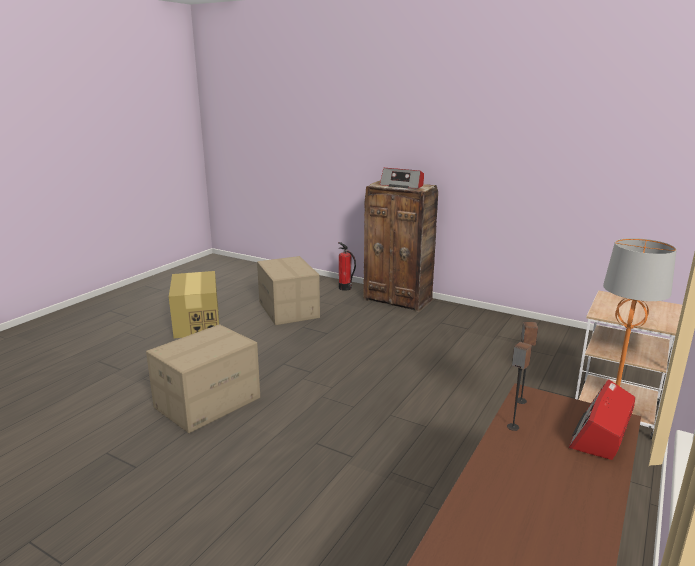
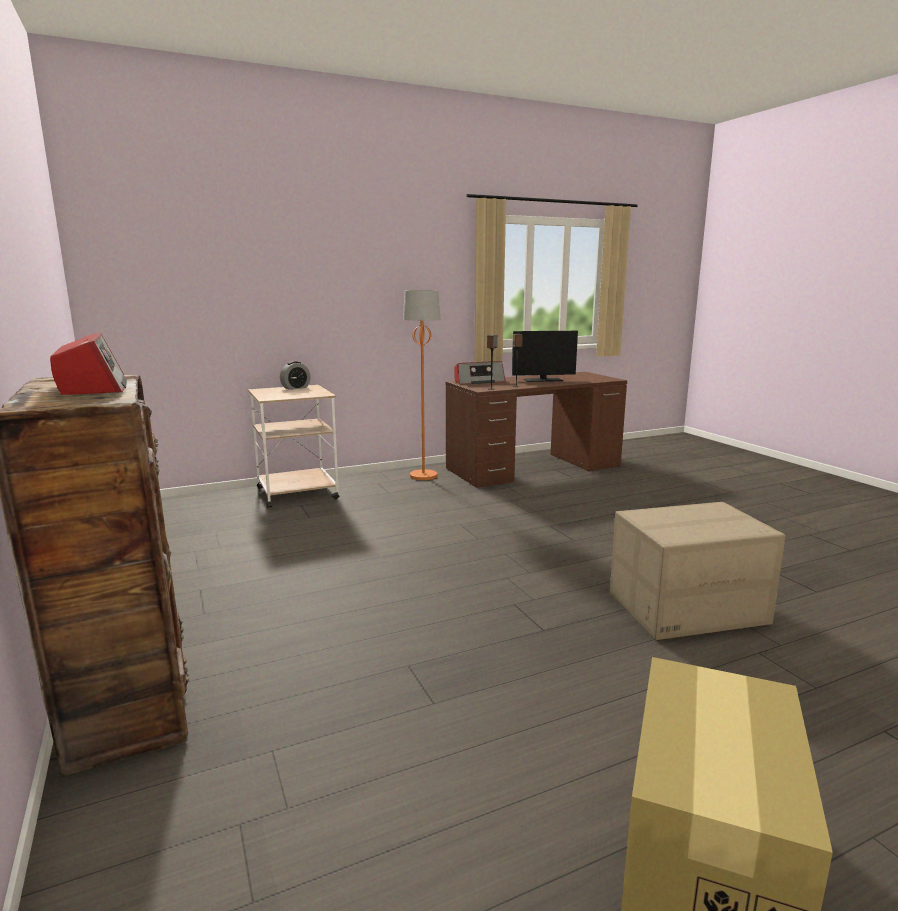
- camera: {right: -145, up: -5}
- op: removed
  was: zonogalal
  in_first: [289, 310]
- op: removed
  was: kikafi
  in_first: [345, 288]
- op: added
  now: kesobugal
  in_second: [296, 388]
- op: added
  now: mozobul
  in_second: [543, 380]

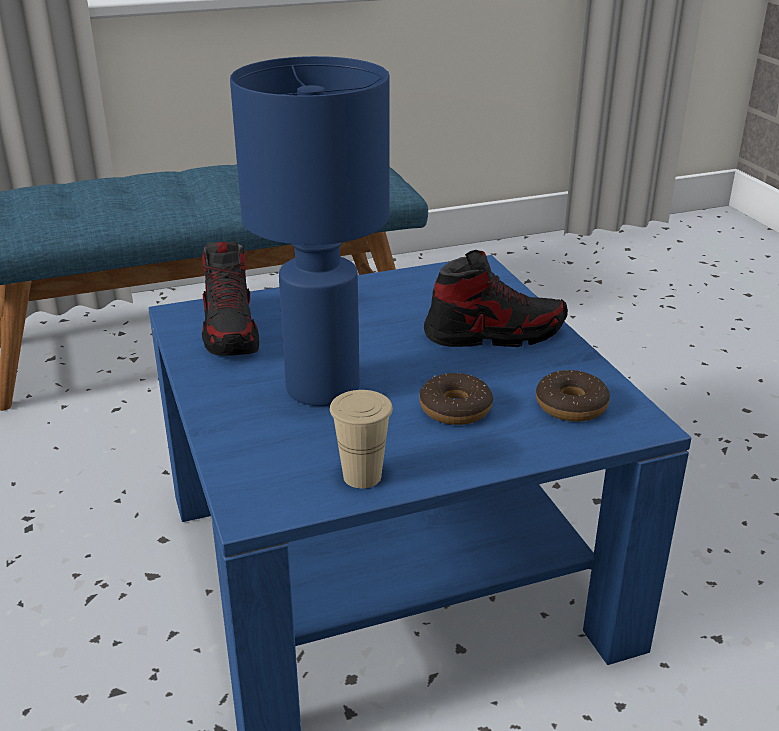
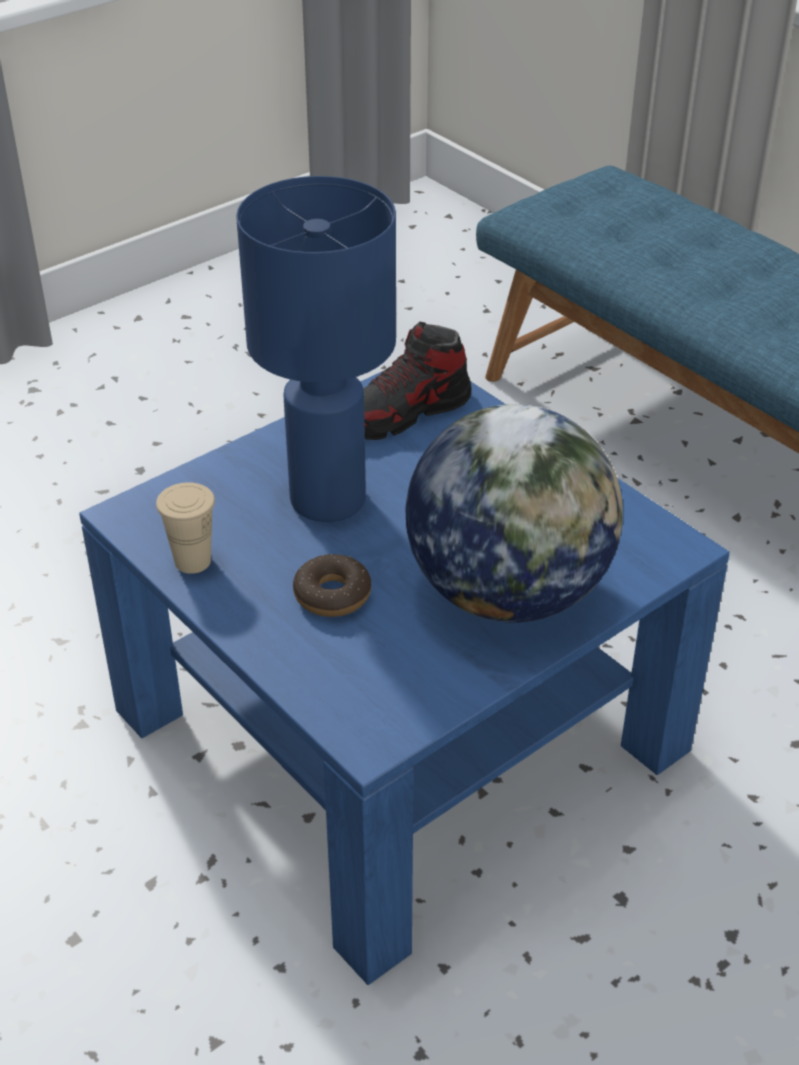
- camera: {right: 70, up: 10}
- op: replaced
  was: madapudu
  now: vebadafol
  in_first: [494, 334]
  in_second: [508, 593]
- op: removed
  was: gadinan
  in_first: [571, 406]

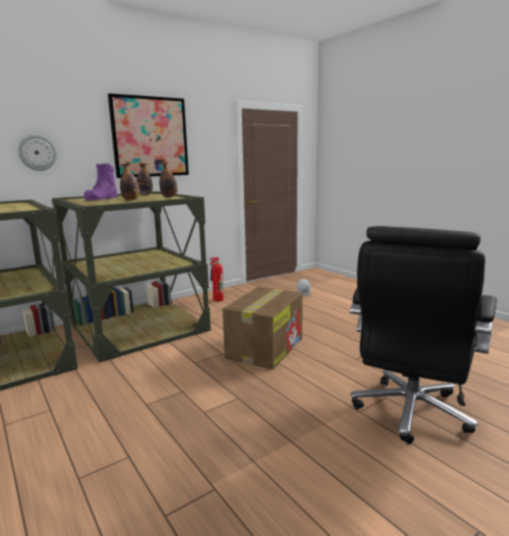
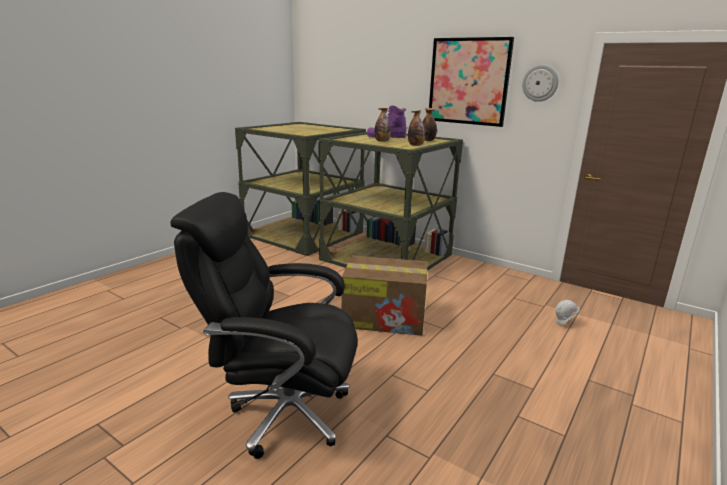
- camera: {right: 70, up: 5}
- op: moved
  was: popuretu
  in_first: [37, 152]
  in_second: [540, 83]
- op: removed
  was: kikafi
  in_first: [217, 300]

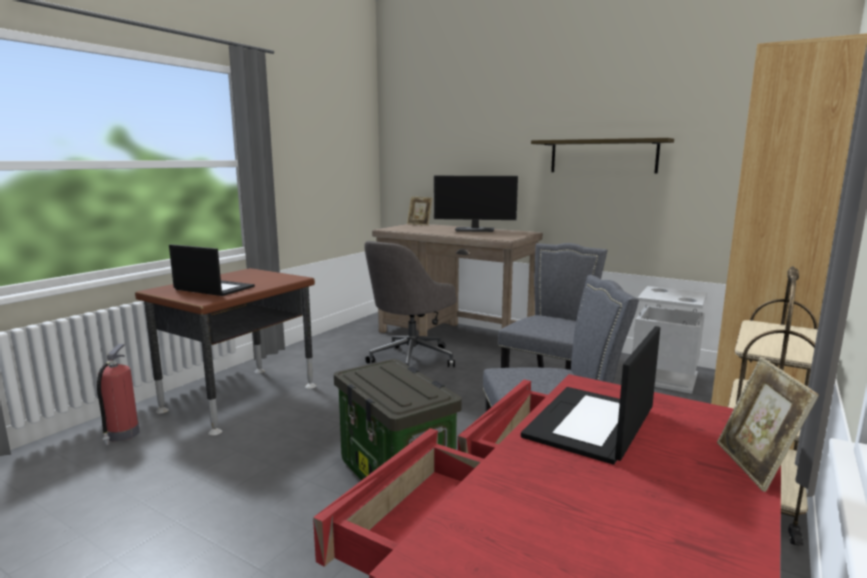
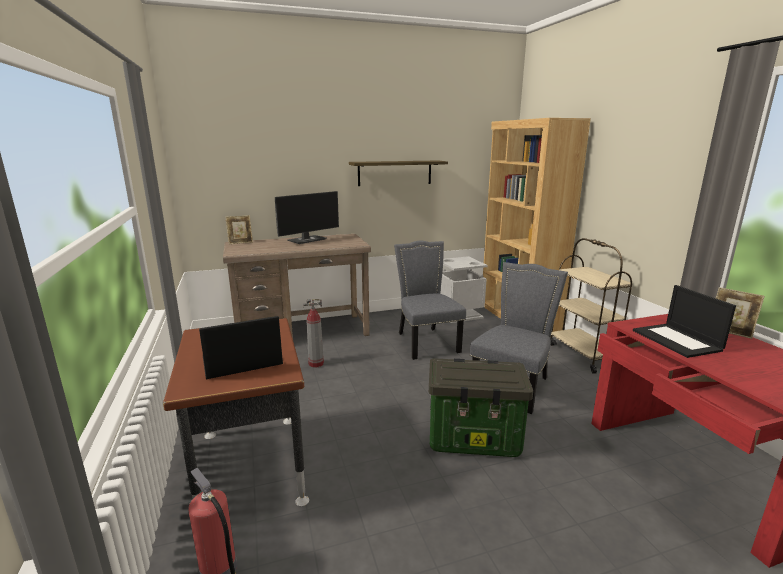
- camera: {right: -50, up: 5}
- op: replaced
  was: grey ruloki
  now: kikafi
  in_first: [412, 360]
  in_second: [316, 364]

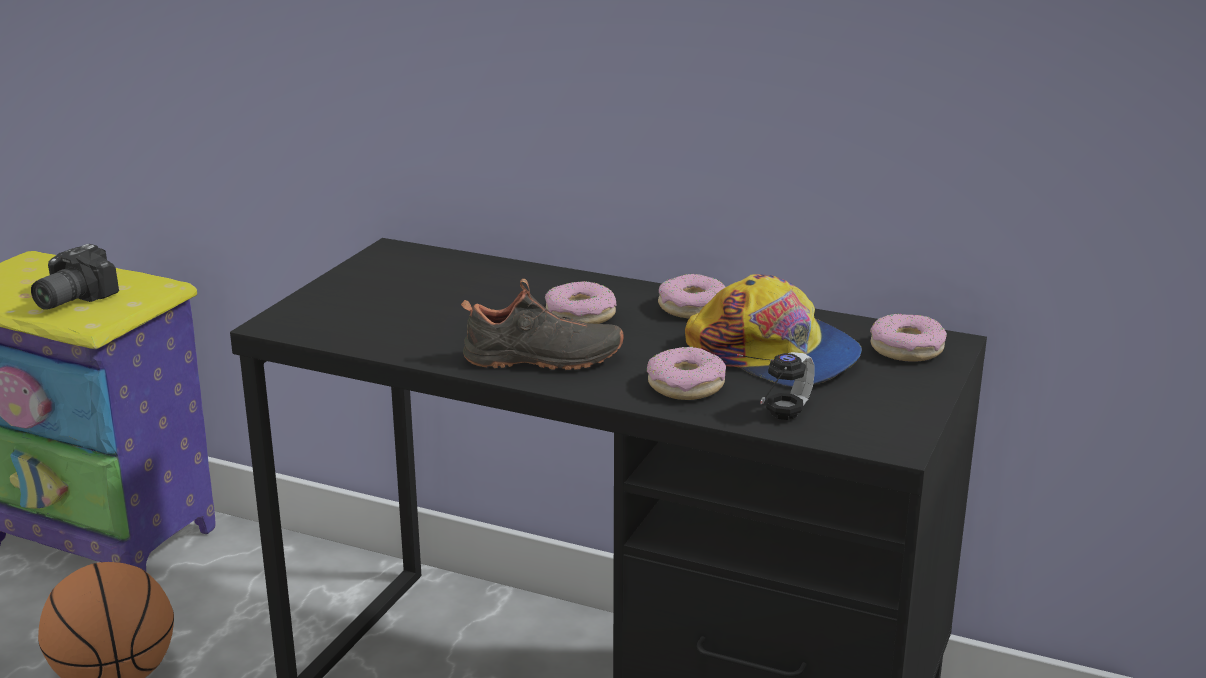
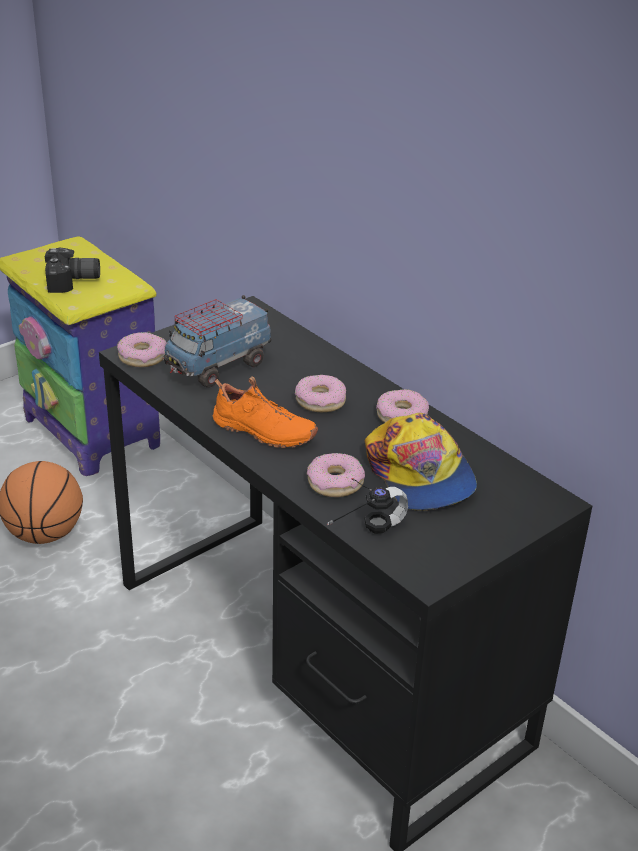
- camera: {right: 25, up: 10}
- op: turned
  was: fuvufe
  in_first: [69, 299]
  in_second: [73, 282]
  clockwise: -150
- op: recoloured
  was: black madapudu
  now: orange madapudu
  in_first: [543, 360]
  in_second: [263, 433]
- op: moved
  was: gadinan
  in_first: [906, 349]
  in_second: [142, 357]
- op: added
  now: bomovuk
  in_second: [218, 366]

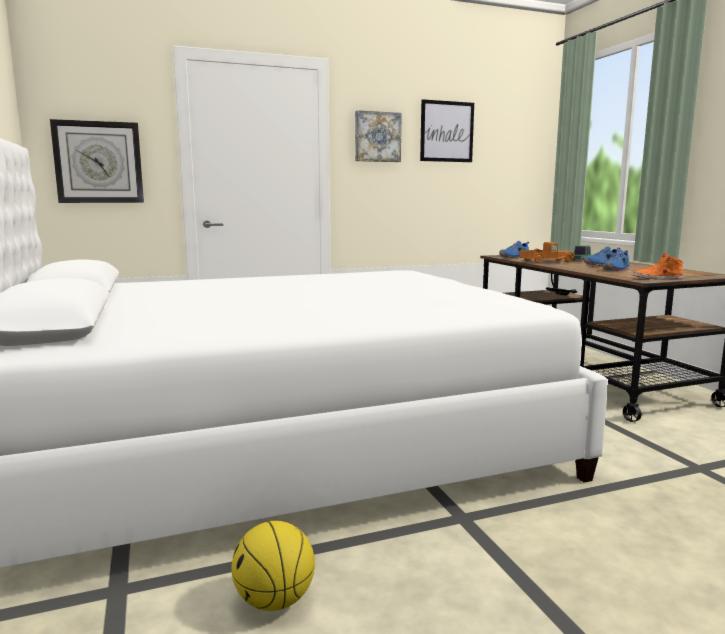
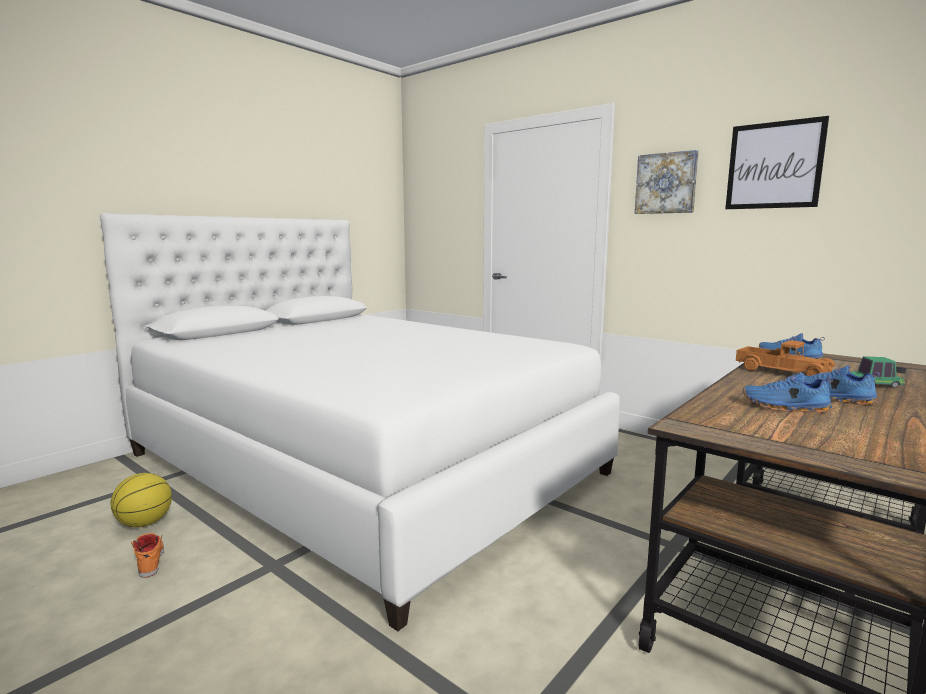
- camera: {right: 60, up: 0}
- op: removed
  was: popuretu
  in_first: [98, 162]
- op: moved
  was: orange madapudu
  in_first: [657, 278]
  in_second: [150, 560]

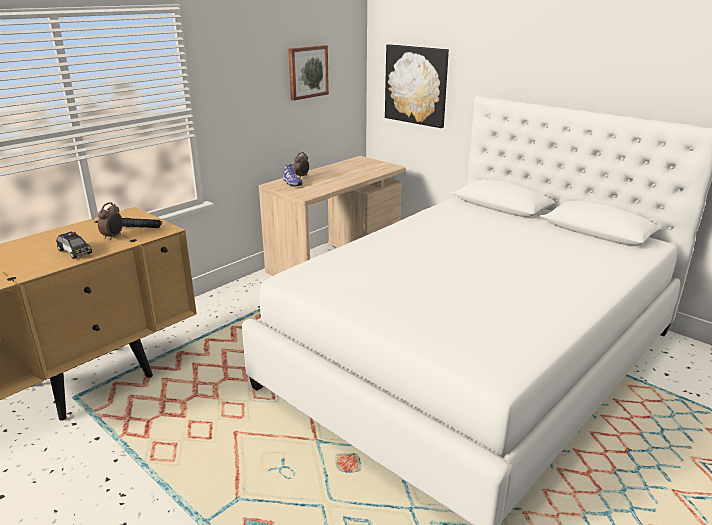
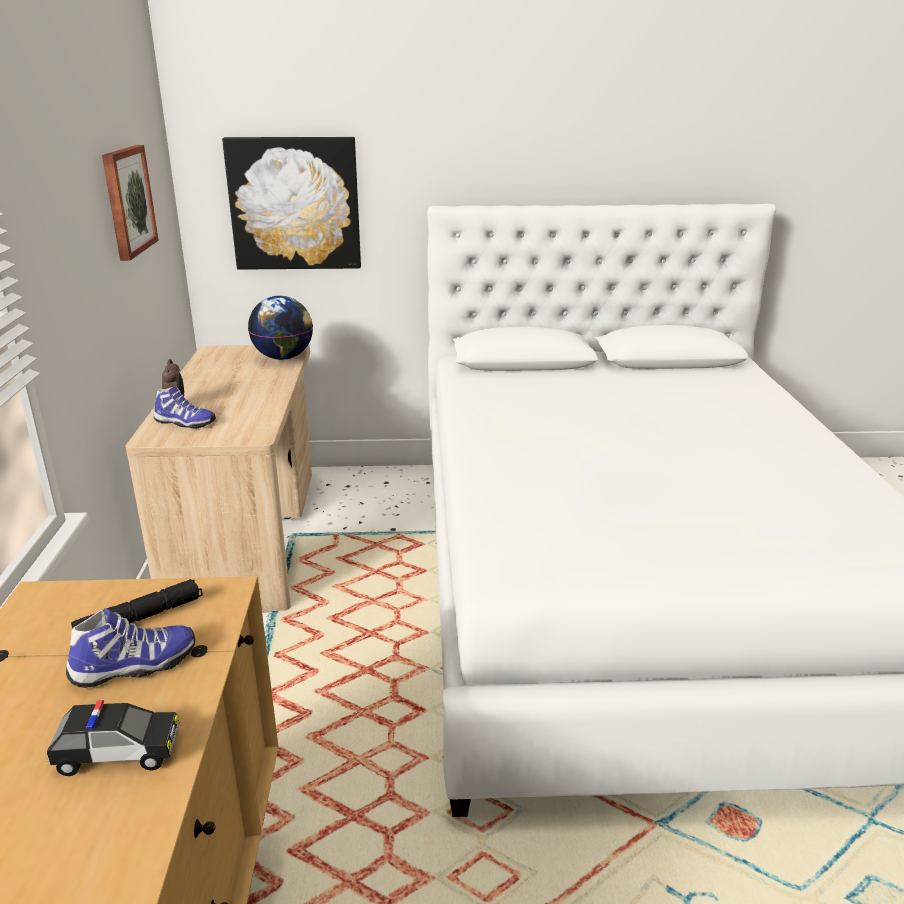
- camera: {right: -45, up: 0}
- op: replaced
  was: kesobugal
  now: madapudu
  in_first: [113, 237]
  in_second: [135, 667]
- op: added
  now: vebadafol
  in_second: [283, 358]

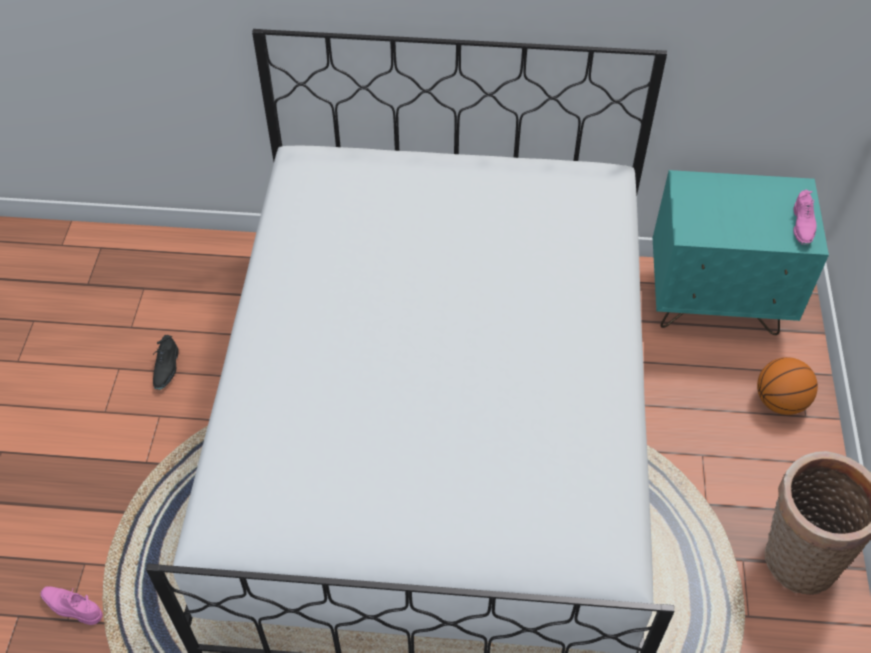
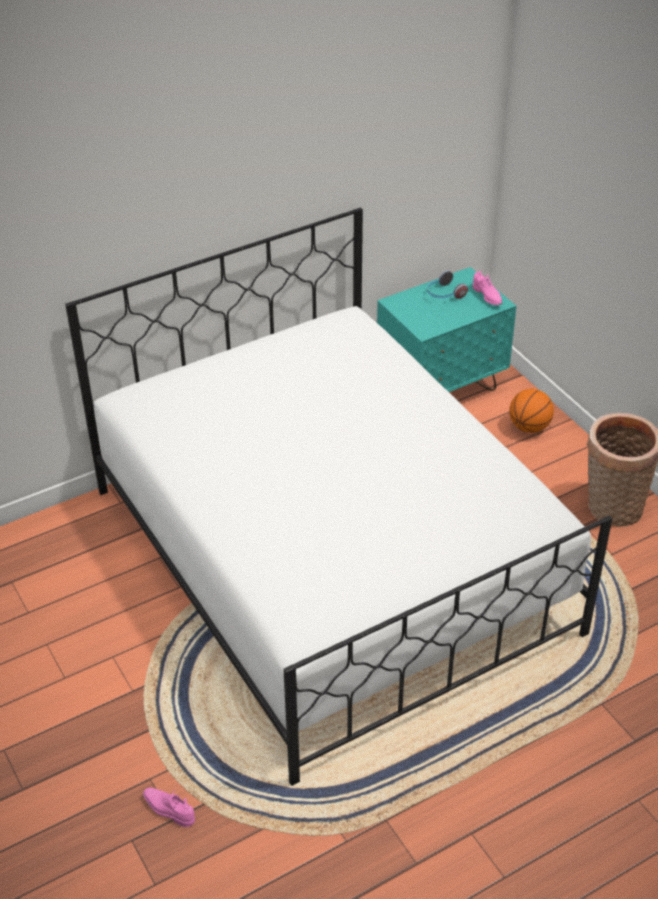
- camera: {right: -35, up: -10}
- op: turned
  was: pink madapudu
  in_first: [72, 607]
  in_second: [169, 809]
  clockwise: 45
- op: removed
  was: black madapudu
  in_first: [166, 368]
- op: added
  now: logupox
  in_second: [444, 294]

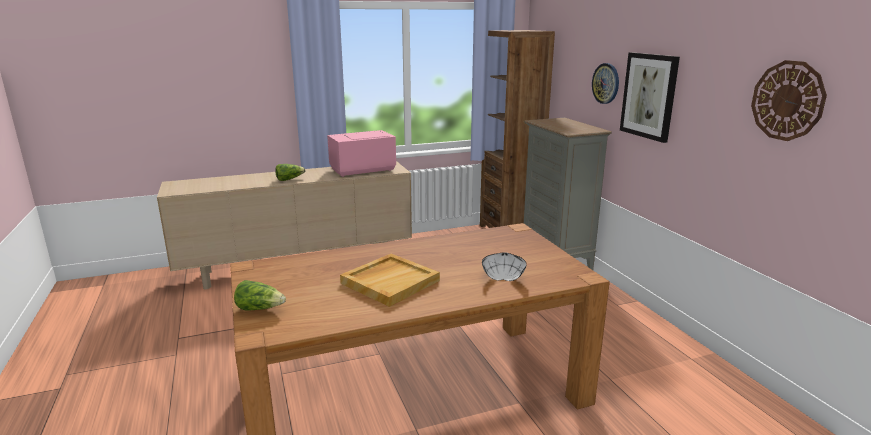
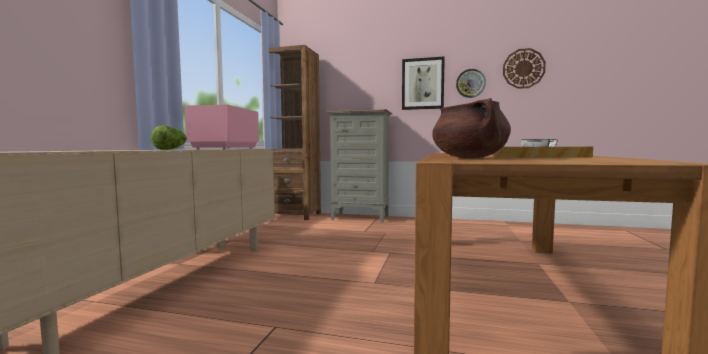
- camera: {right: -55, up: -15}
- op: removed
  was: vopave
  in_first: [260, 309]
- op: moved
  was: popuretu
  in_first: [606, 83]
  in_second: [470, 83]
- op: added
  now: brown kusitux
  in_second: [470, 158]

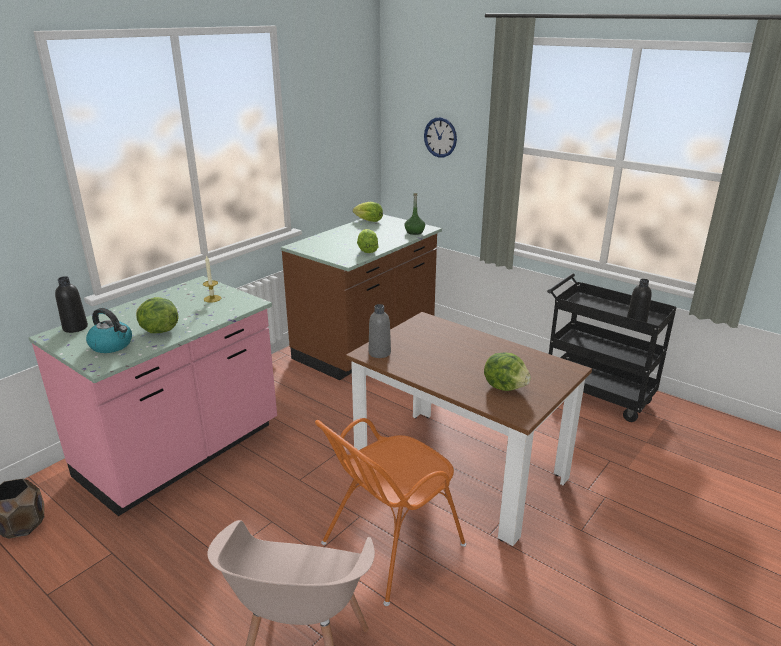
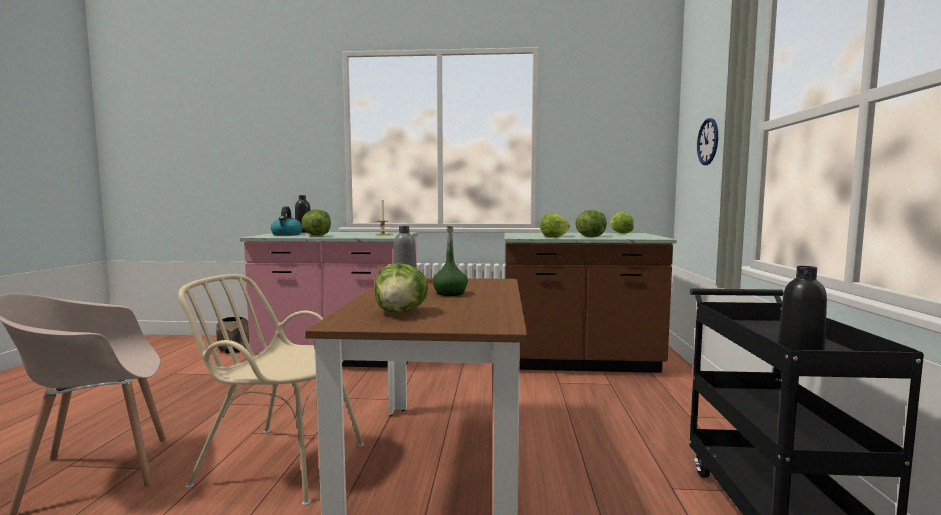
- camera: {right: 55, up: -20}
- op: recoloured
  was: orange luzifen
  now: beige luzifen
  in_first: [389, 547]
  in_second: [276, 462]
- op: moved
  was: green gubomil
  in_first: [414, 232]
  in_second: [450, 293]
- op: added
  now: vopave
  in_second: [591, 237]

